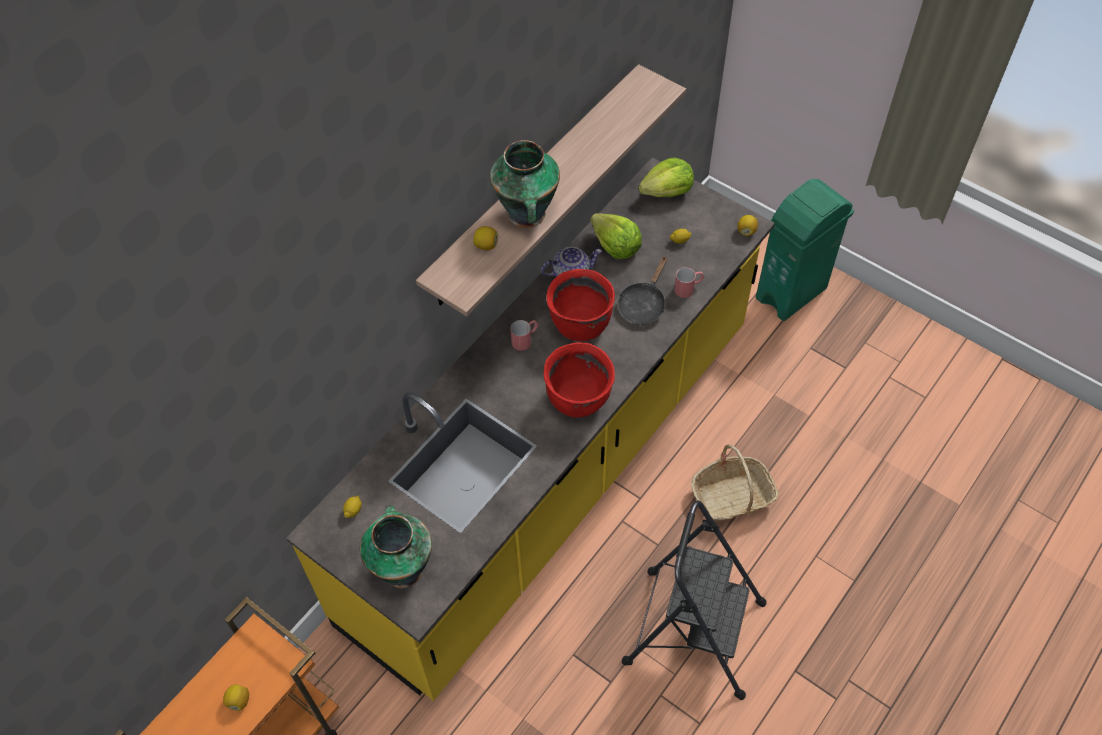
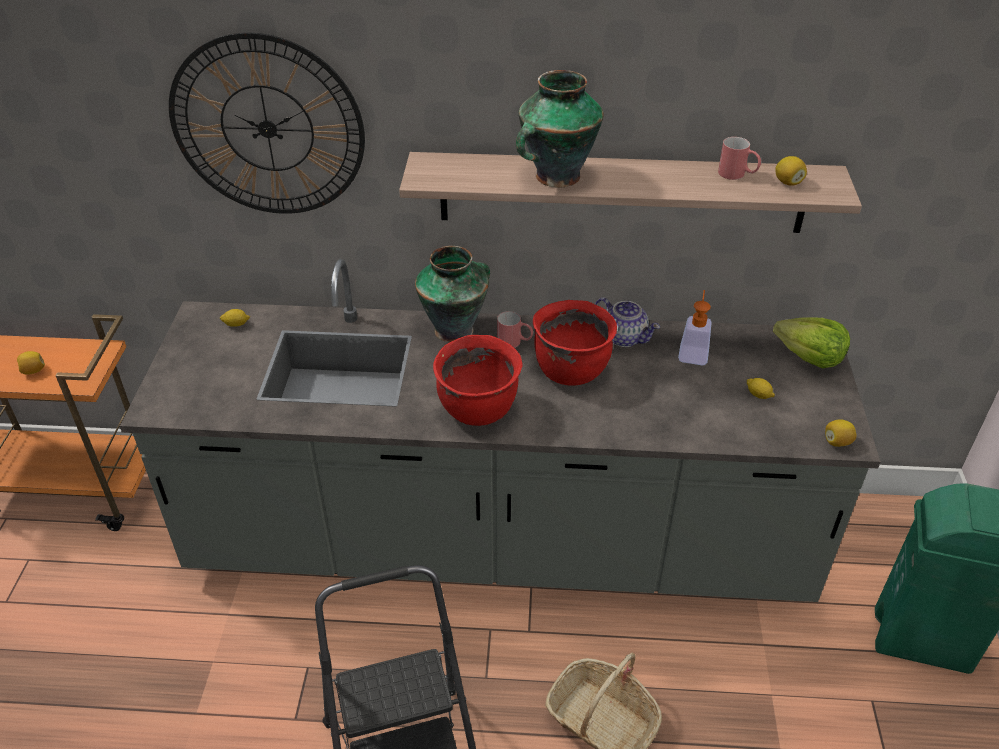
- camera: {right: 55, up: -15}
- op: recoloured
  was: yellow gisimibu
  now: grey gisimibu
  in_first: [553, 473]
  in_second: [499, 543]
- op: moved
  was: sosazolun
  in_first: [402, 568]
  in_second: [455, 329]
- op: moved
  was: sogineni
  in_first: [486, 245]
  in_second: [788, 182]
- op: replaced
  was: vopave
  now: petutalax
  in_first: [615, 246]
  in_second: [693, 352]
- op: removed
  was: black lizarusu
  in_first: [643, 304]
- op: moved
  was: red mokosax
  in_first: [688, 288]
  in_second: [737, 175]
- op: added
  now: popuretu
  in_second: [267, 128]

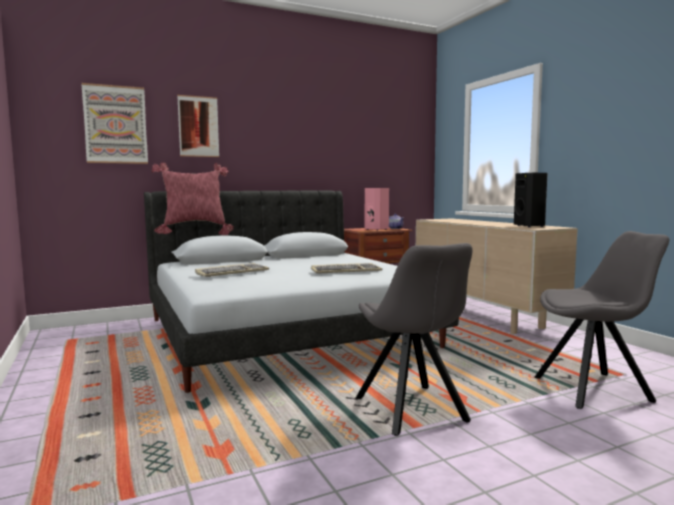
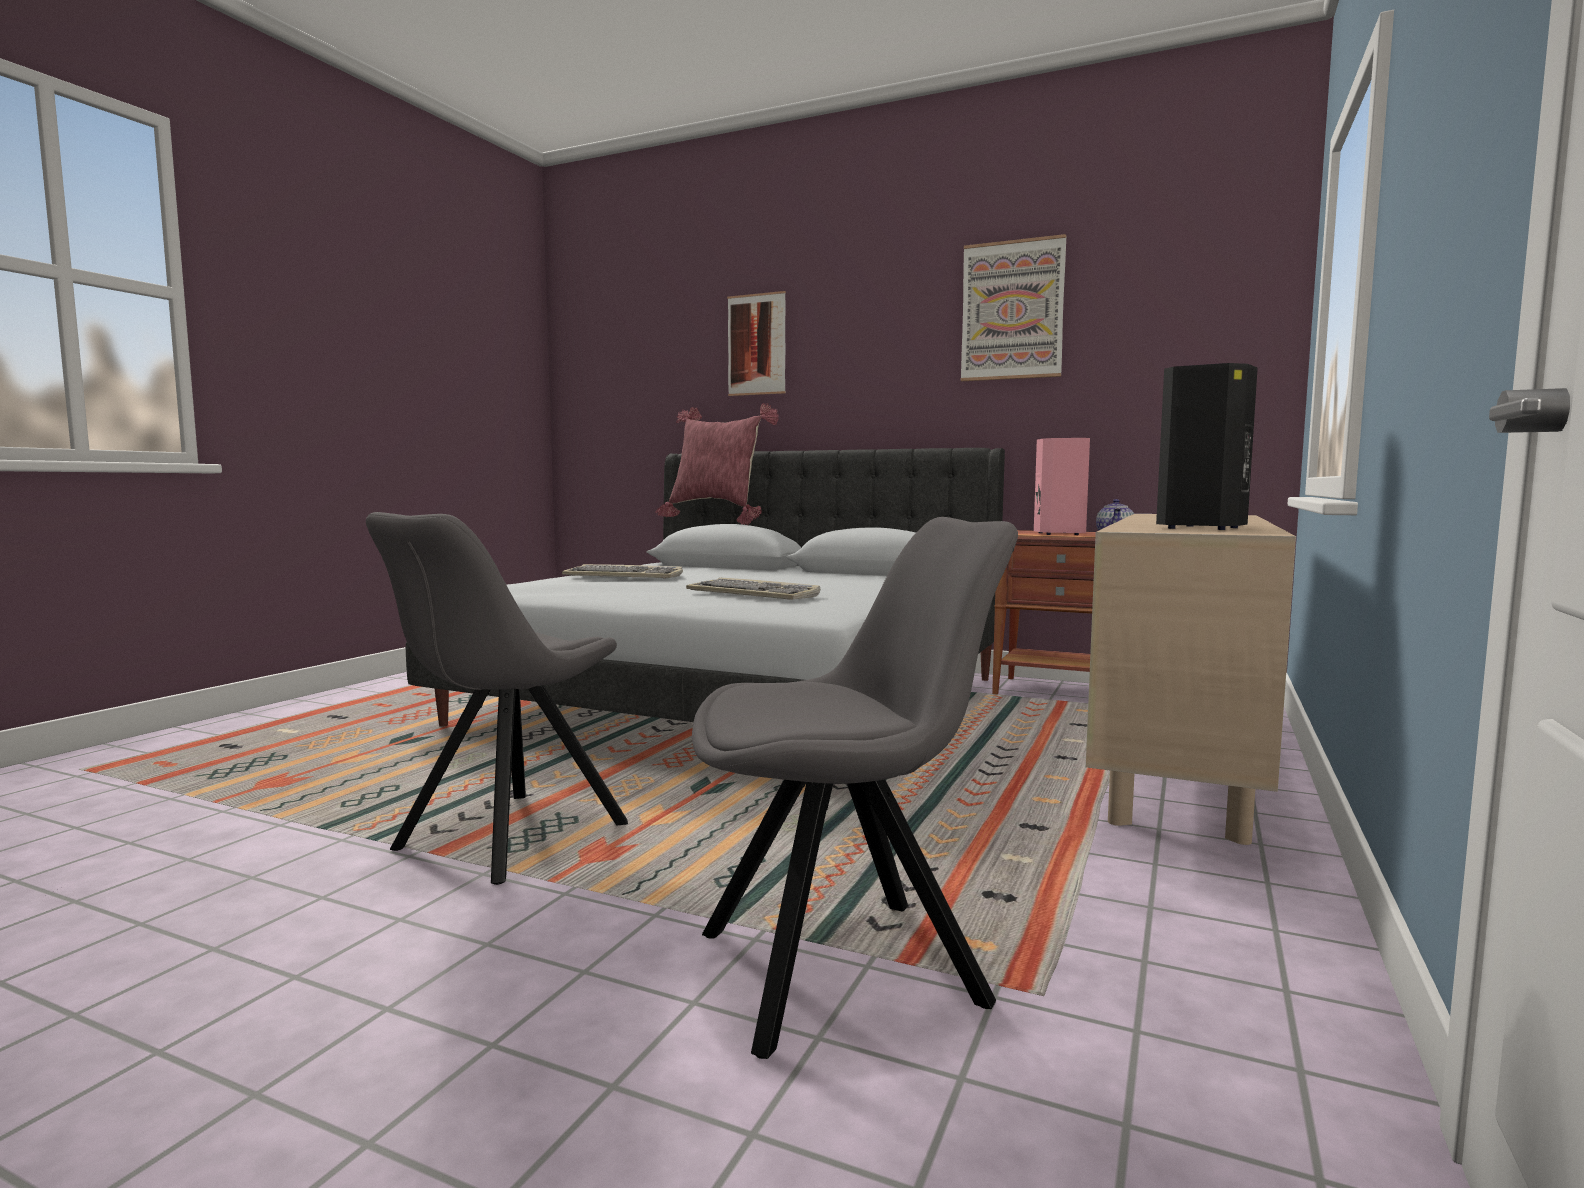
- camera: {right: 50, up: 0}
- op: moved
  was: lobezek
  in_first: [115, 125]
  in_second: [1012, 310]
- op: turned
  was: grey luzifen
  in_first: [593, 389]
  in_second: [843, 969]
  clockwise: -60

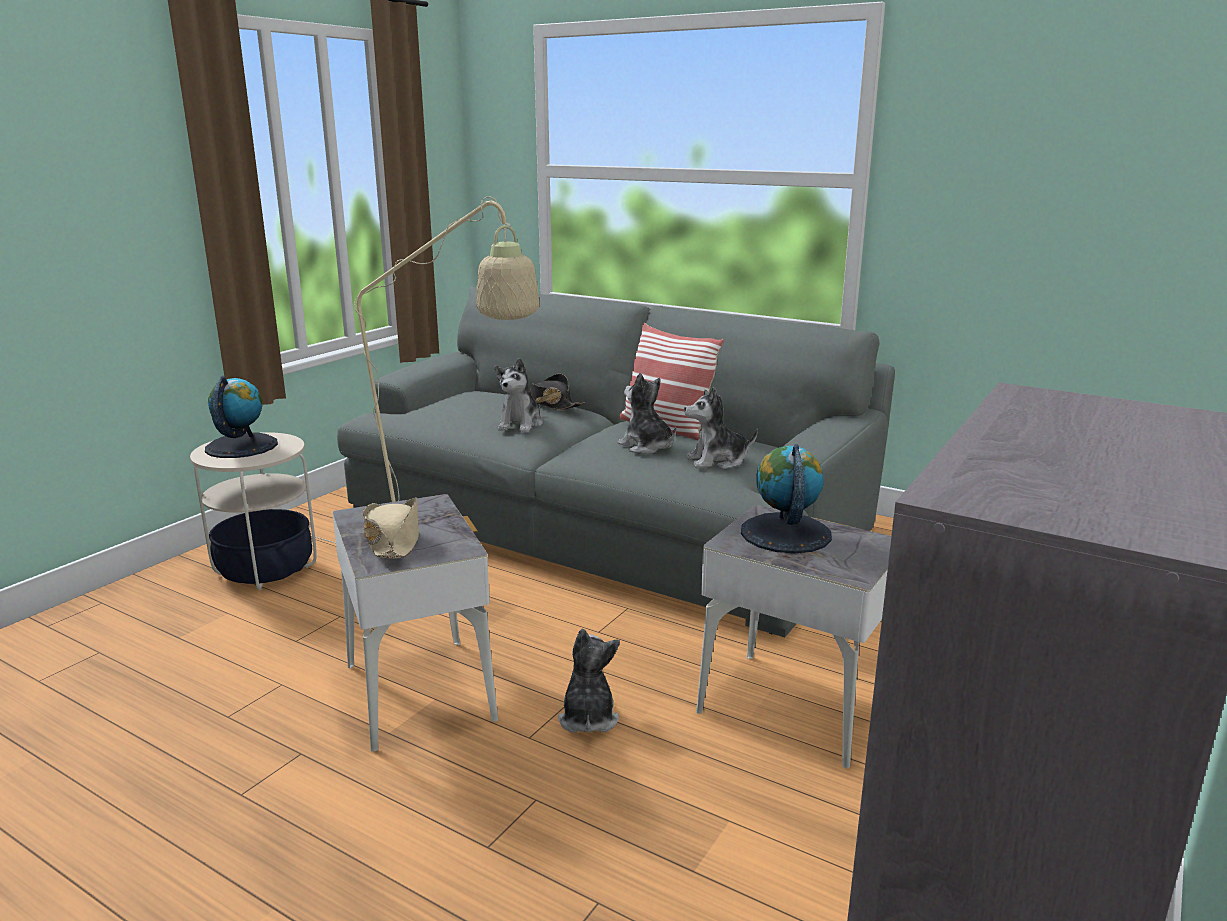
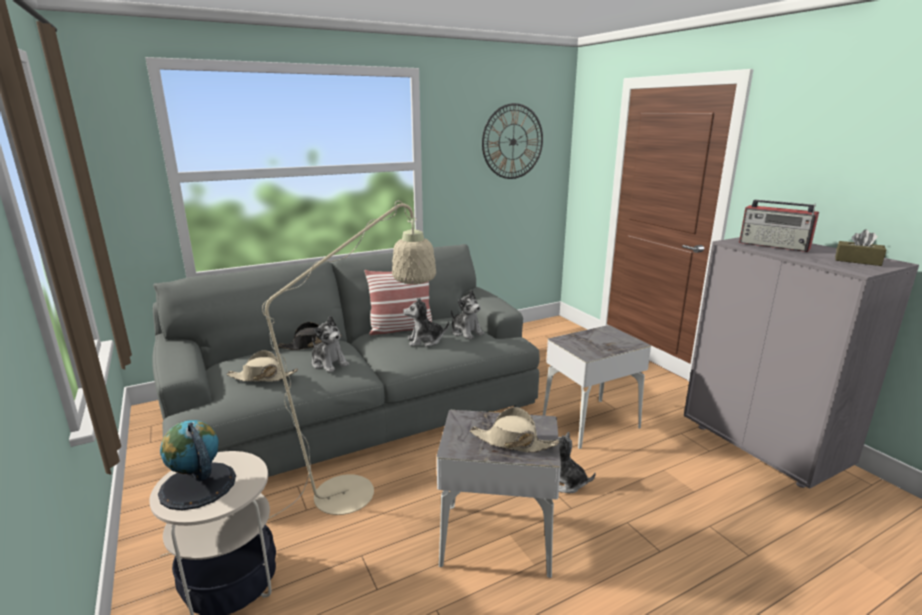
- camera: {right: -60, up: 0}
- op: turned
  was: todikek
  in_first: [717, 461]
  in_second: [466, 332]
  clockwise: -60
- op: removed
  was: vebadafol
  in_first: [785, 533]
- op: added
  now: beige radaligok
  in_second: [262, 377]
- op: added
  now: popuretu
  in_second: [513, 141]
- op: added
  now: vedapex
  in_second: [775, 245]
- op: added
  now: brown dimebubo
  in_second: [857, 261]

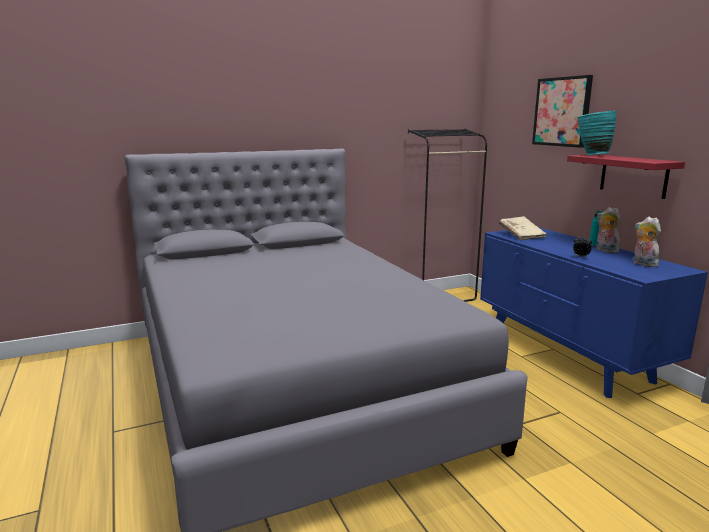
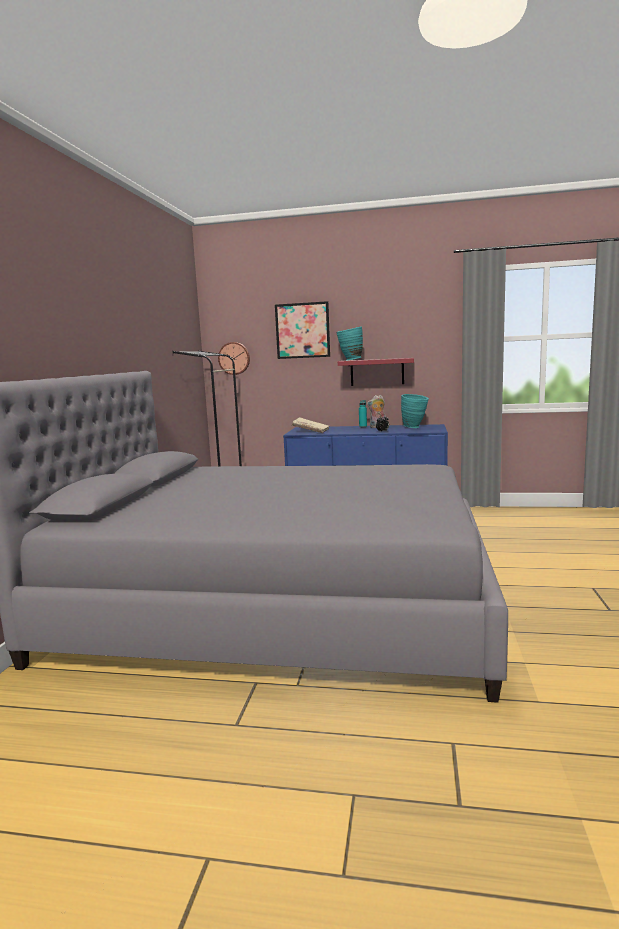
- camera: {right: -55, up: -5}
- op: replaced
  was: todikek
  now: turquoise sosazolun
  in_first: [642, 264]
  in_second: [415, 427]
- op: added
  now: popuretu
  in_second: [234, 358]

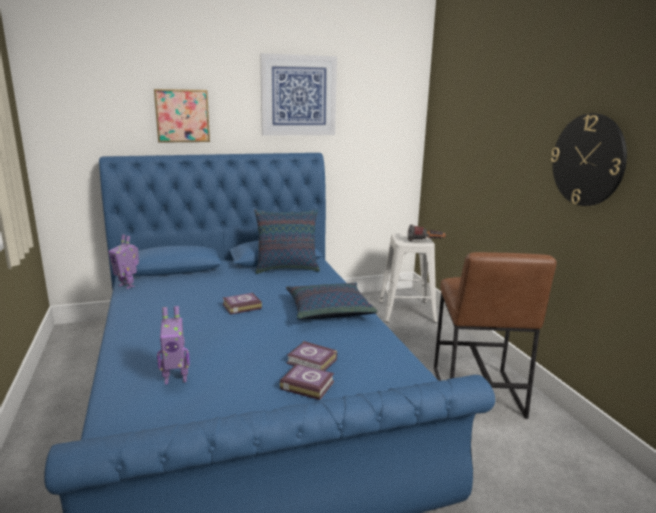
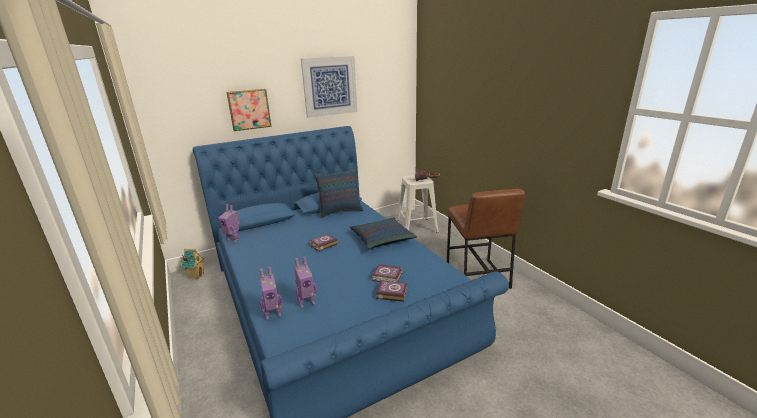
- camera: {right: -10, up: 5}
- op: removed
  was: popuretu
  in_first: [588, 160]
- op: added
  now: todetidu
  in_second: [196, 275]
- op: added
  now: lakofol
  in_second: [273, 314]

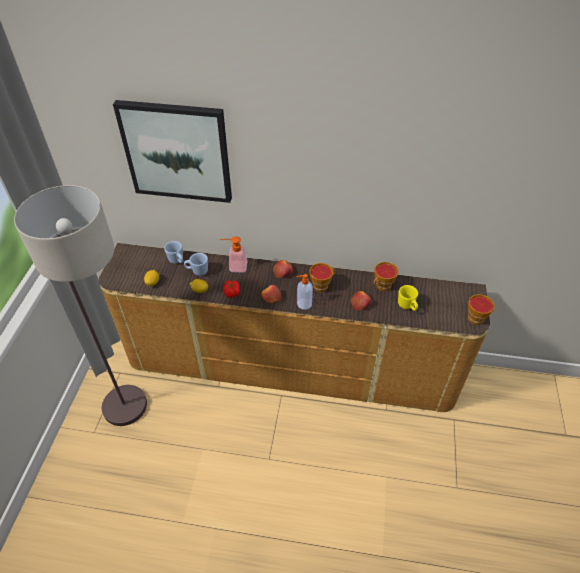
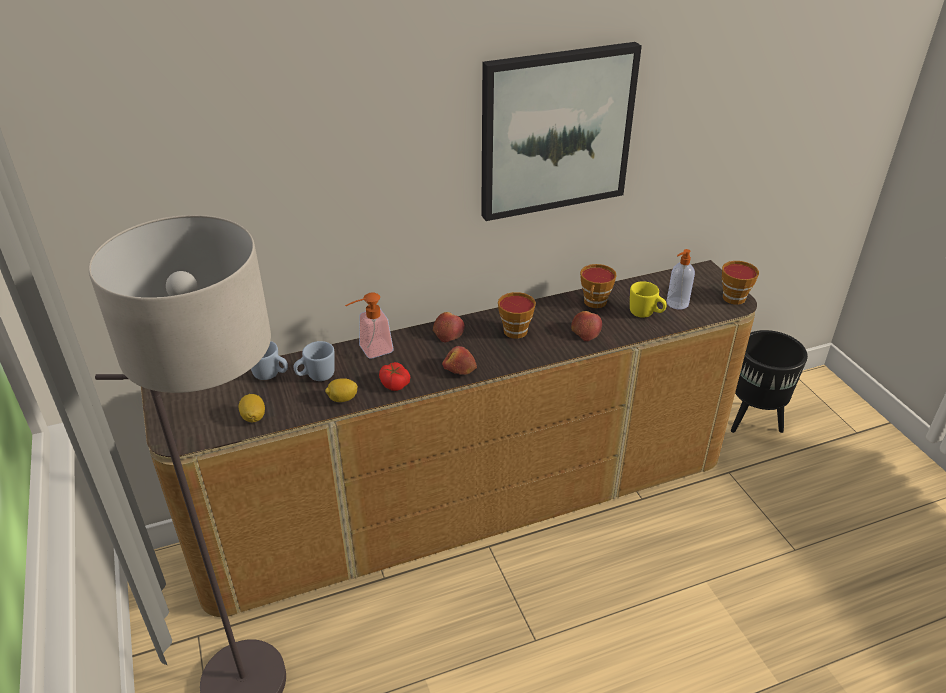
- camera: {right: -30, up: -10}
- op: moved
  was: lobezek
  in_first: [177, 151]
  in_second: [555, 131]
- op: moved
  was: petutalax
  in_first: [303, 304]
  in_second: [676, 303]
- op: added
  now: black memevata
  in_second: [754, 421]

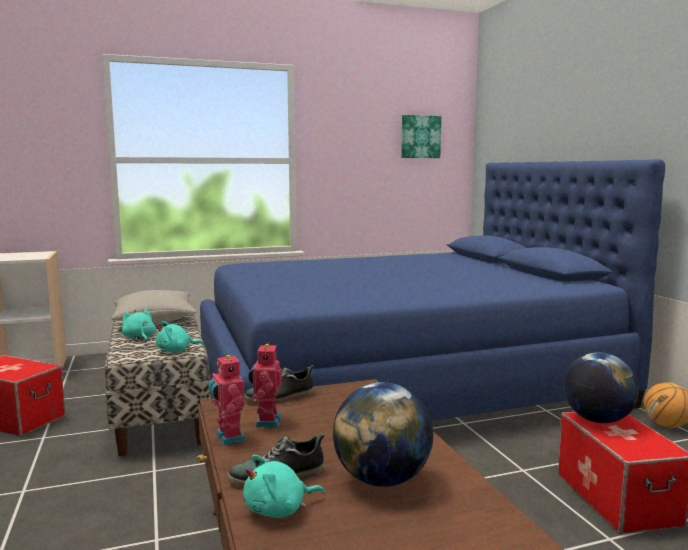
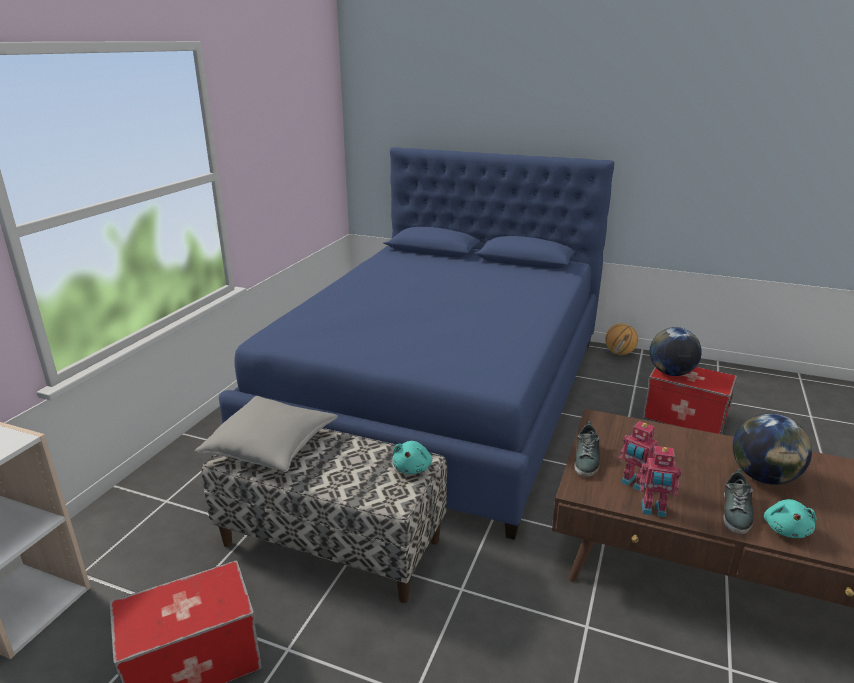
- camera: {right: -50, up: 15}
- op: removed
  was: turquoise todikek
  in_first: [139, 338]
- op: removed
  was: lobezek
  in_first: [420, 137]

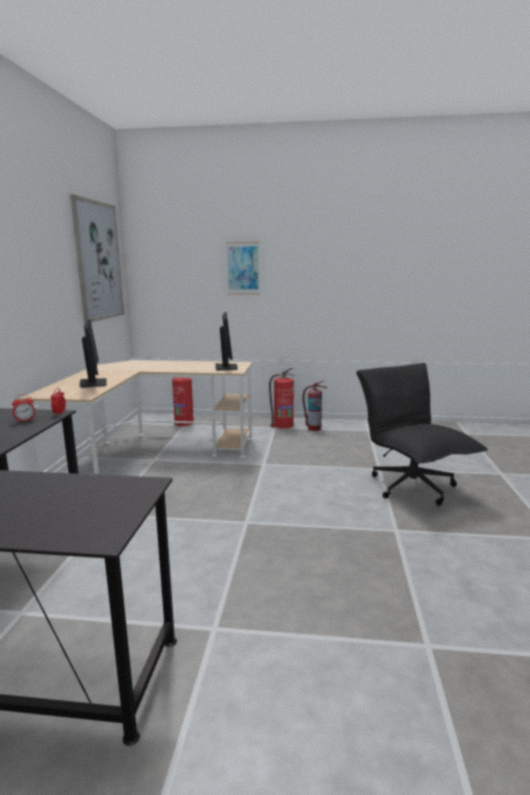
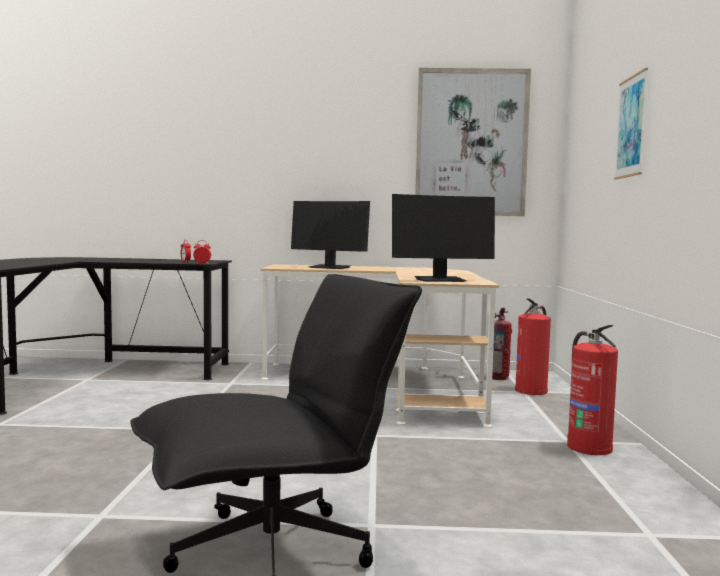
- camera: {right: 85, up: -10}
- op: turned
  was: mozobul
  in_first: [93, 383]
  in_second: [330, 267]
  clockwise: 45
- op: moved
  was: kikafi
  in_first: [314, 428]
  in_second: [499, 377]

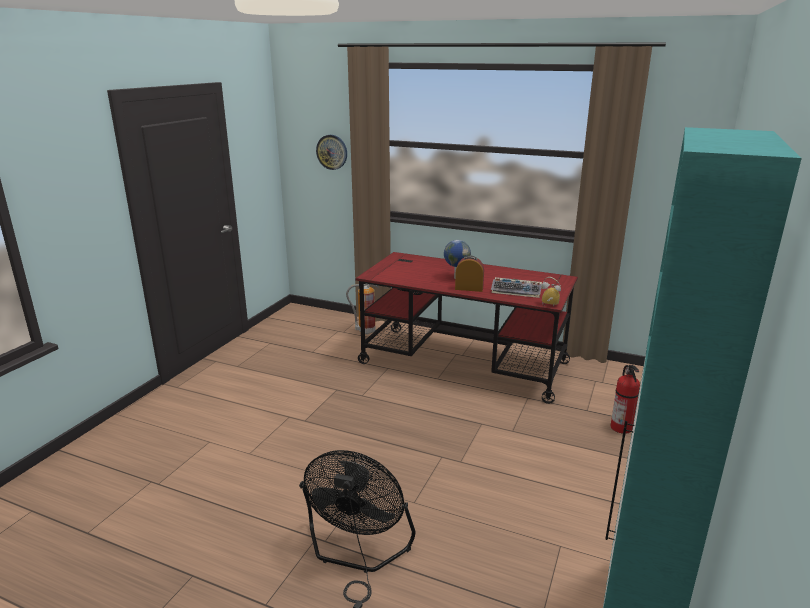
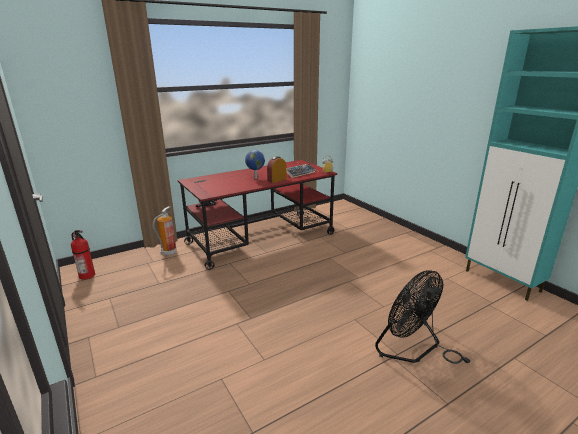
- camera: {right: -55, up: 0}
- op: removed
  was: popuretu
  in_first: [332, 152]
- op: moved
  was: kikafi
  in_first: [621, 428]
  in_second: [87, 275]

